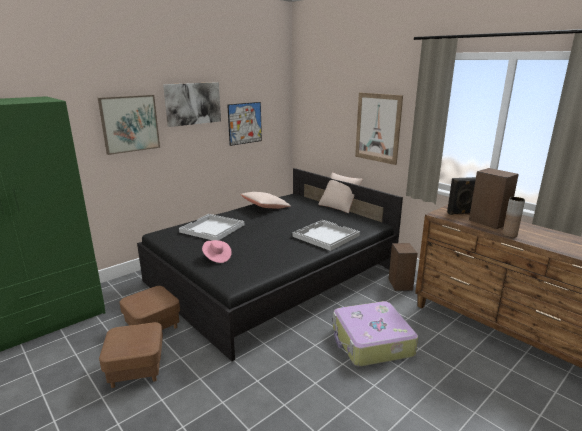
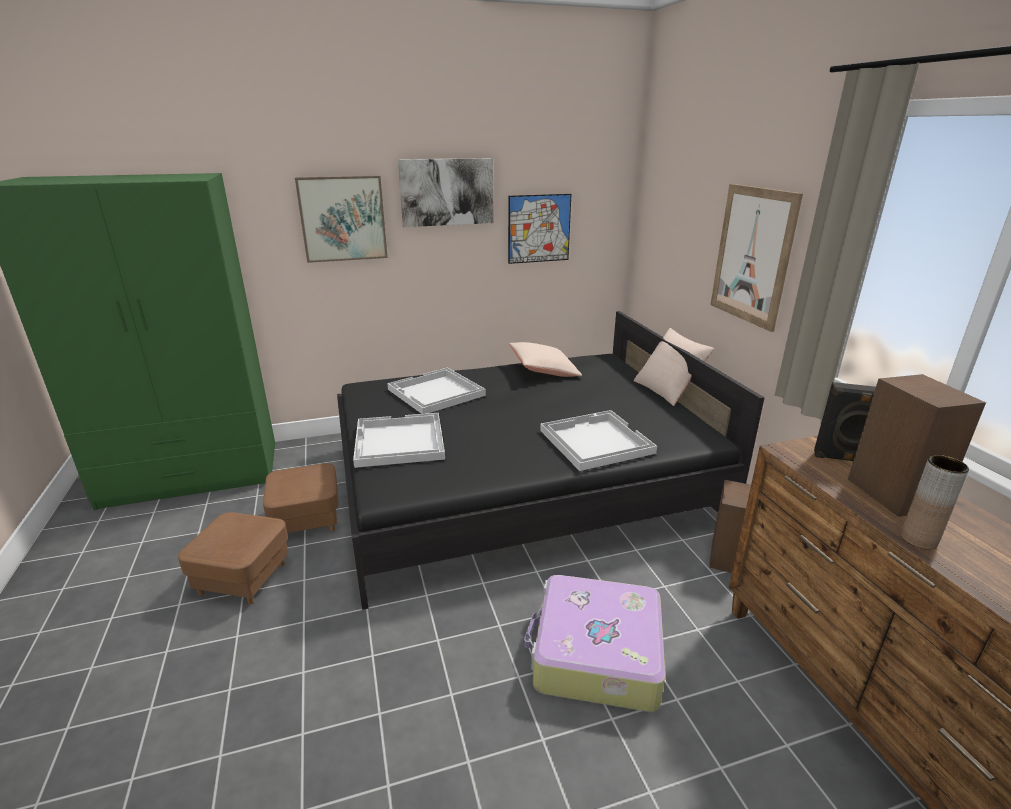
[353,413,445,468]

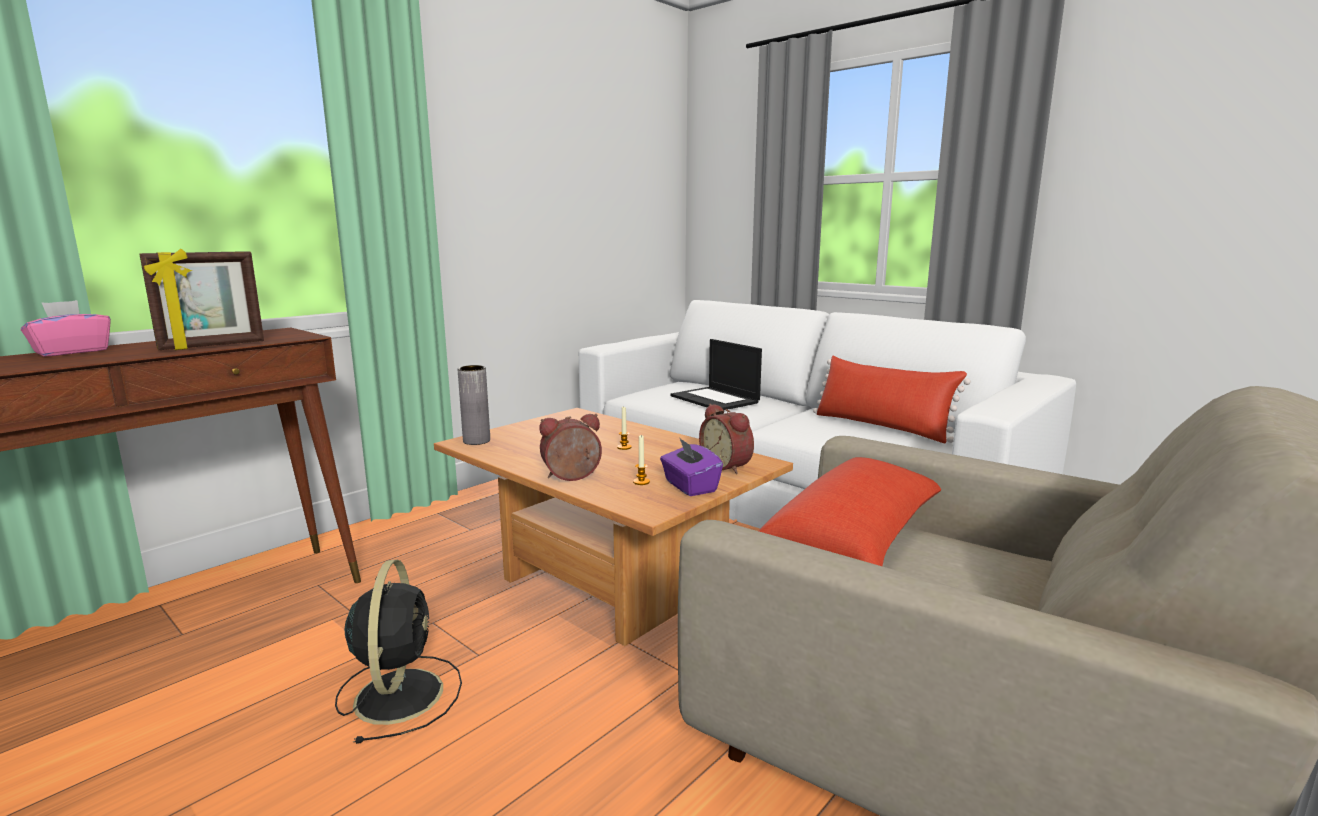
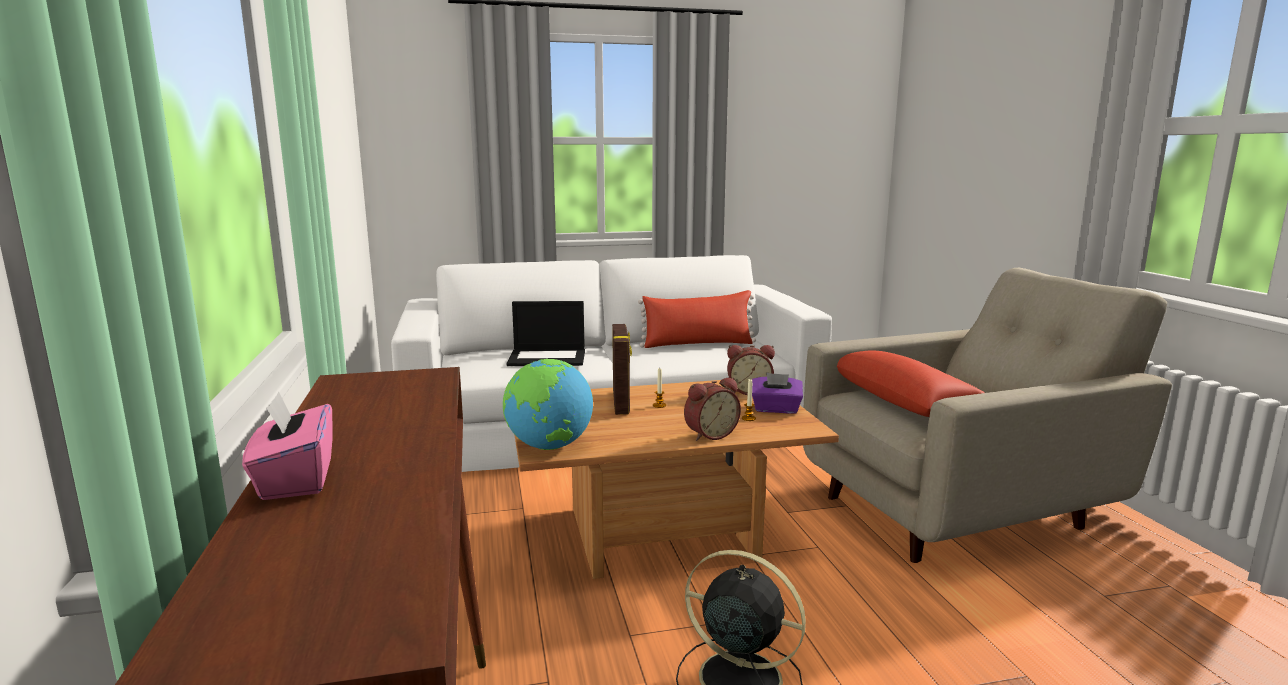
[612,324,632,415]
[503,359,593,450]
[684,377,741,441]

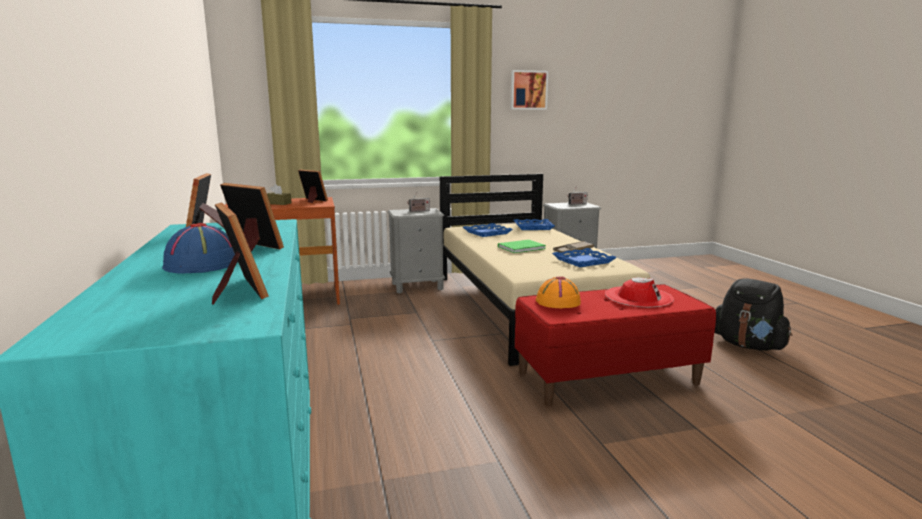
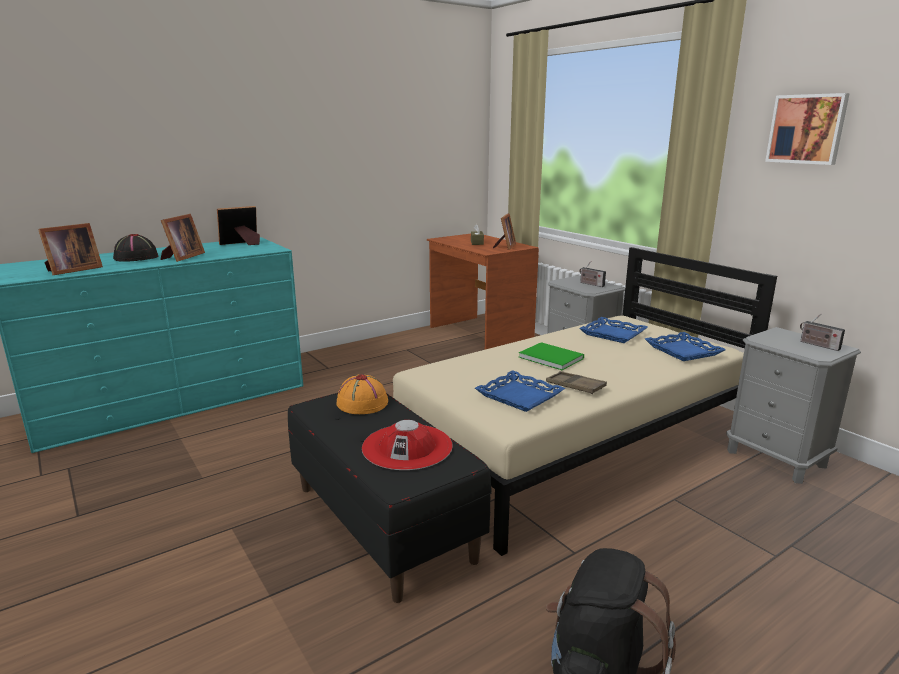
[113,234,158,262]
[288,393,492,603]

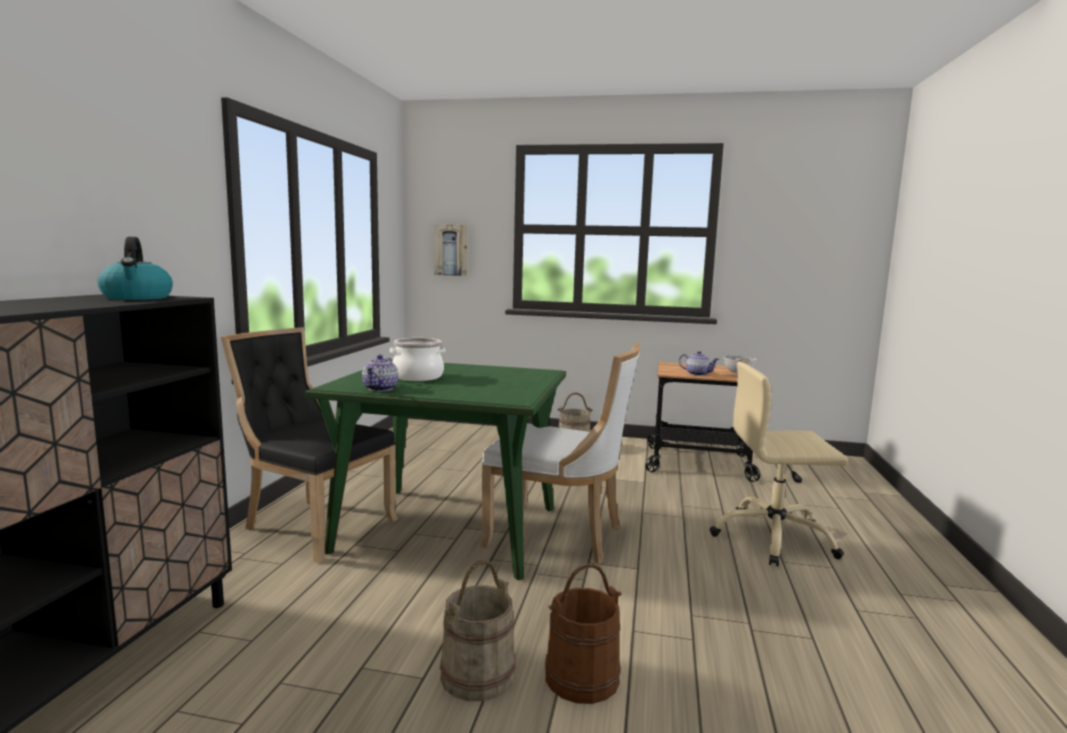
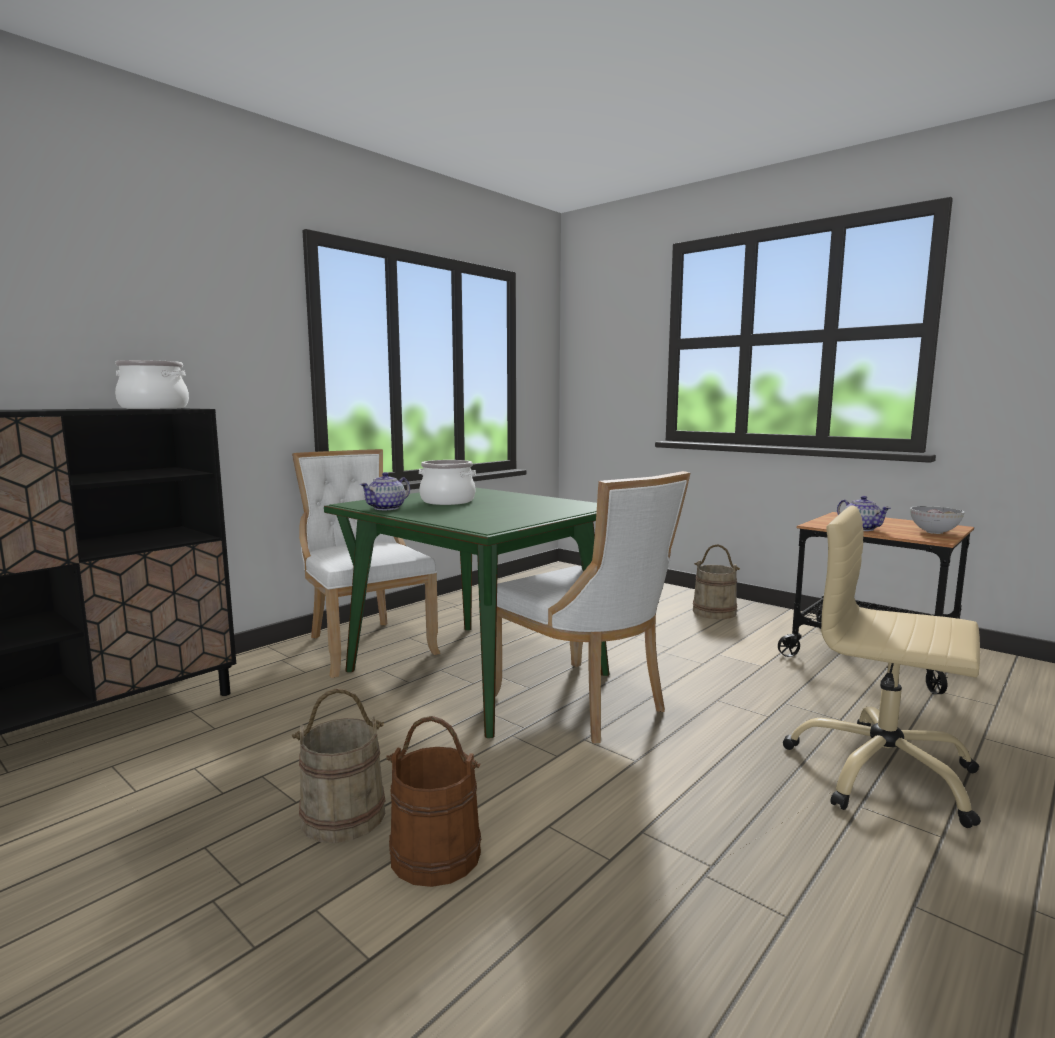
[115,360,189,409]
[292,449,440,678]
[434,224,467,276] (first image)

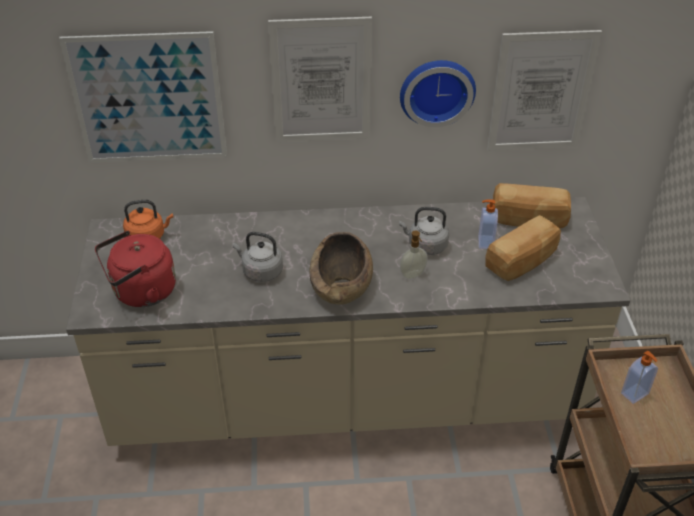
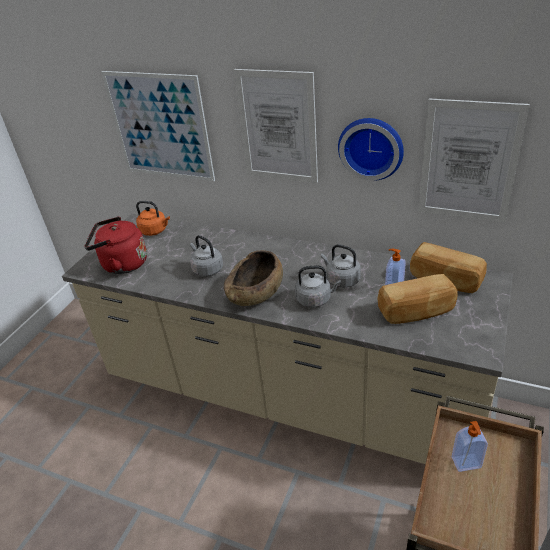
[295,266,341,307]

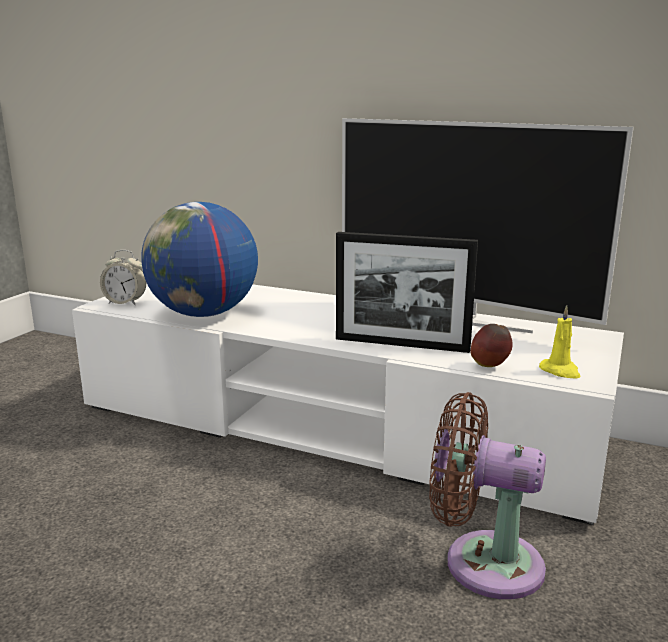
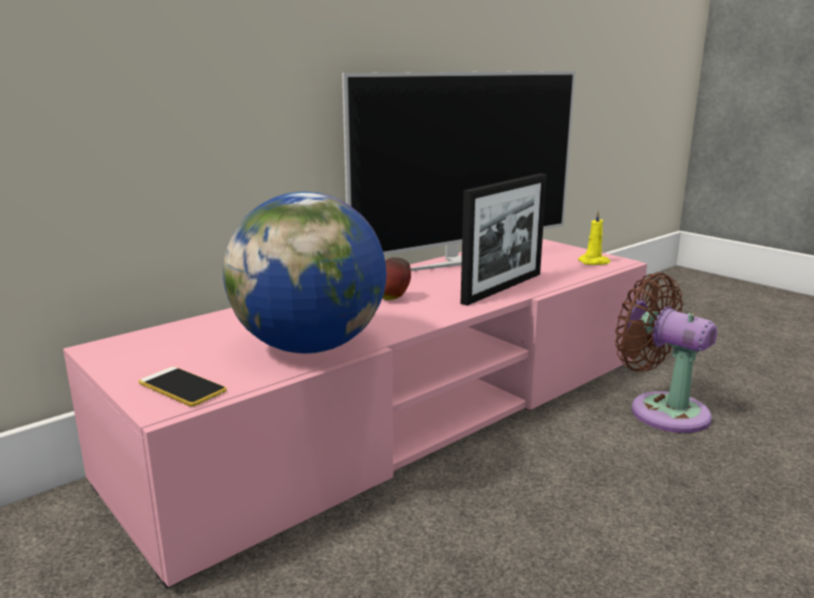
[63,239,647,589]
[139,367,226,407]
[615,273,717,433]
[382,257,411,300]

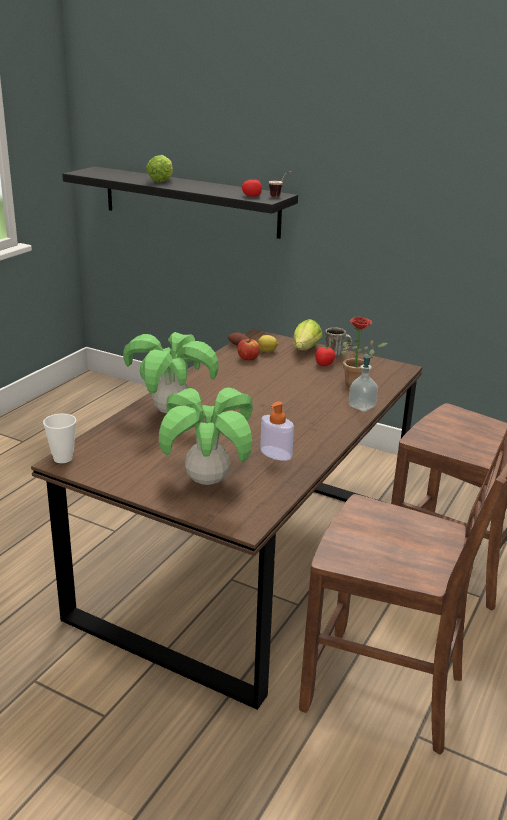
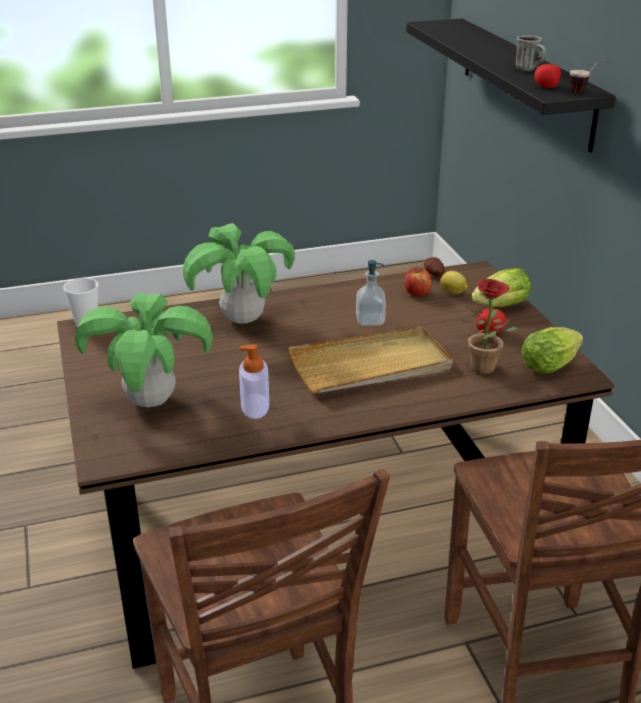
[521,327,583,374]
[515,35,546,71]
[356,260,386,326]
[289,326,453,394]

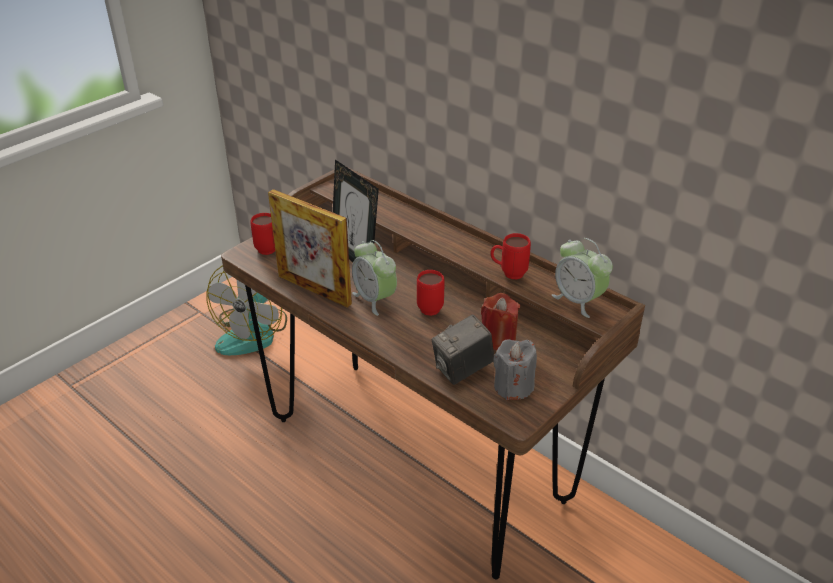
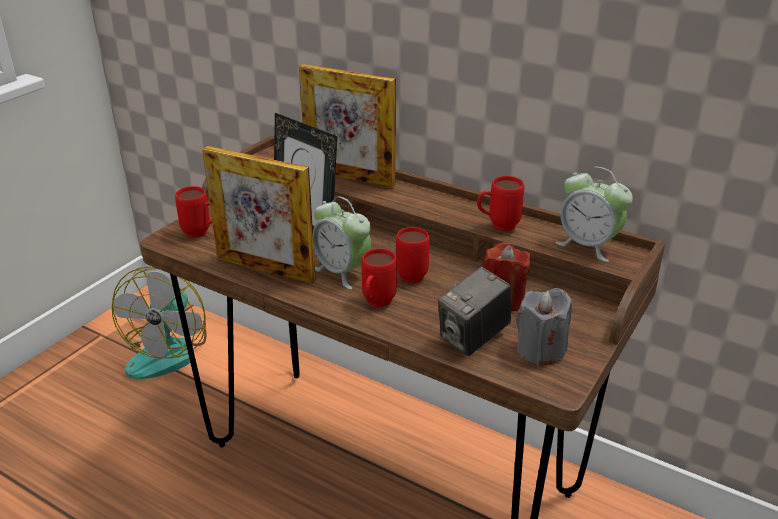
[299,64,396,188]
[362,249,397,307]

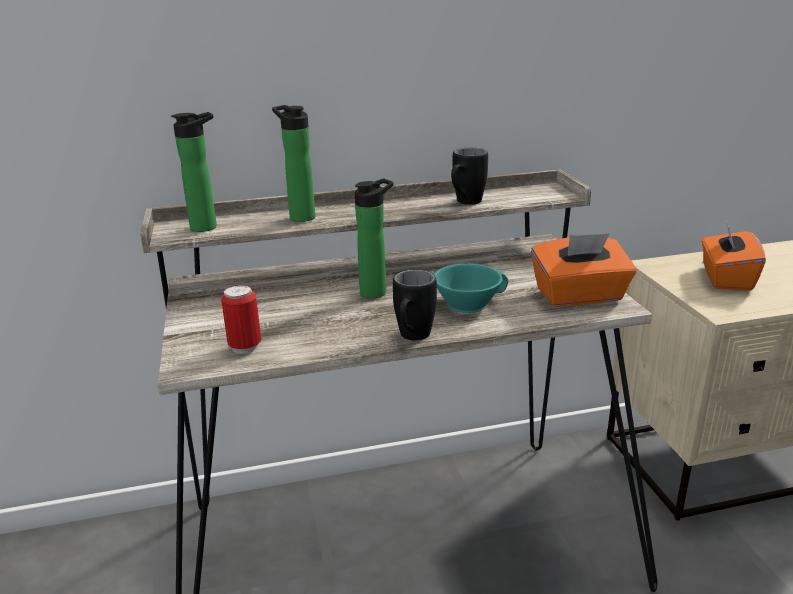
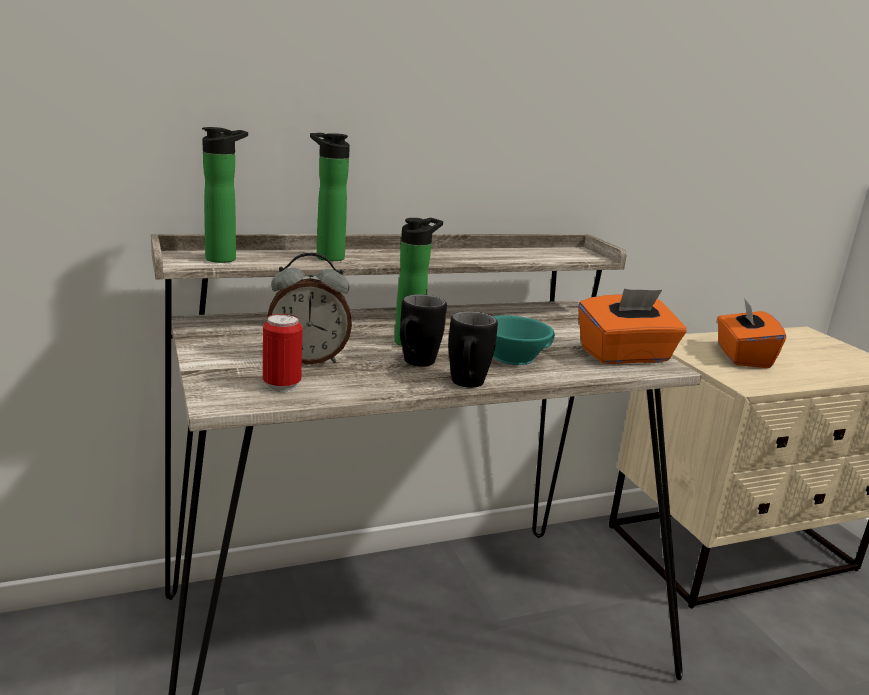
[400,294,447,367]
[267,253,352,365]

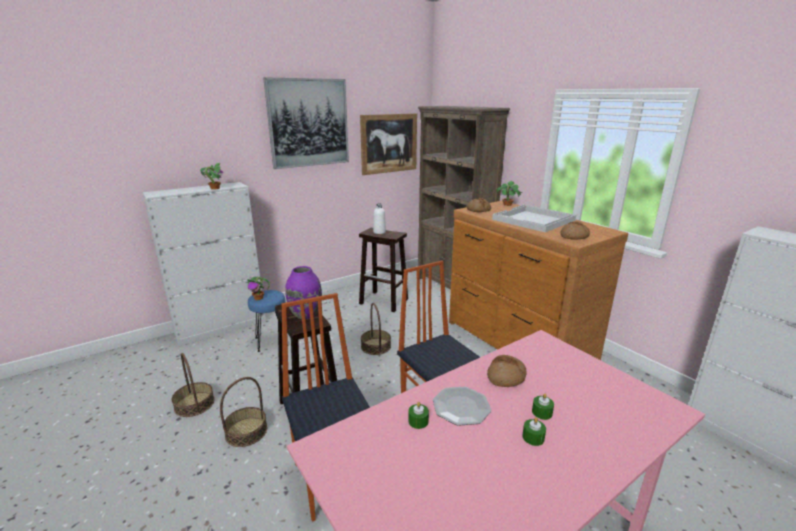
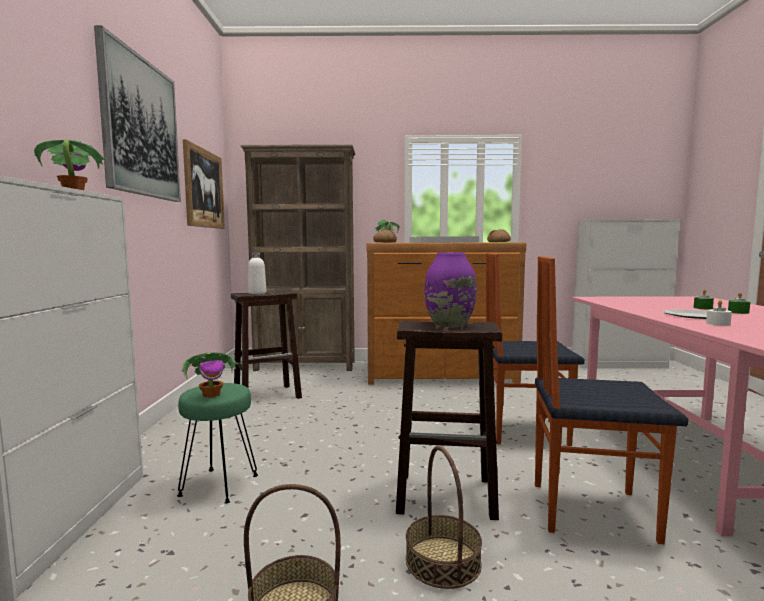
[177,383,258,504]
[361,303,391,355] (first image)
[706,300,732,326]
[487,355,527,387] (first image)

